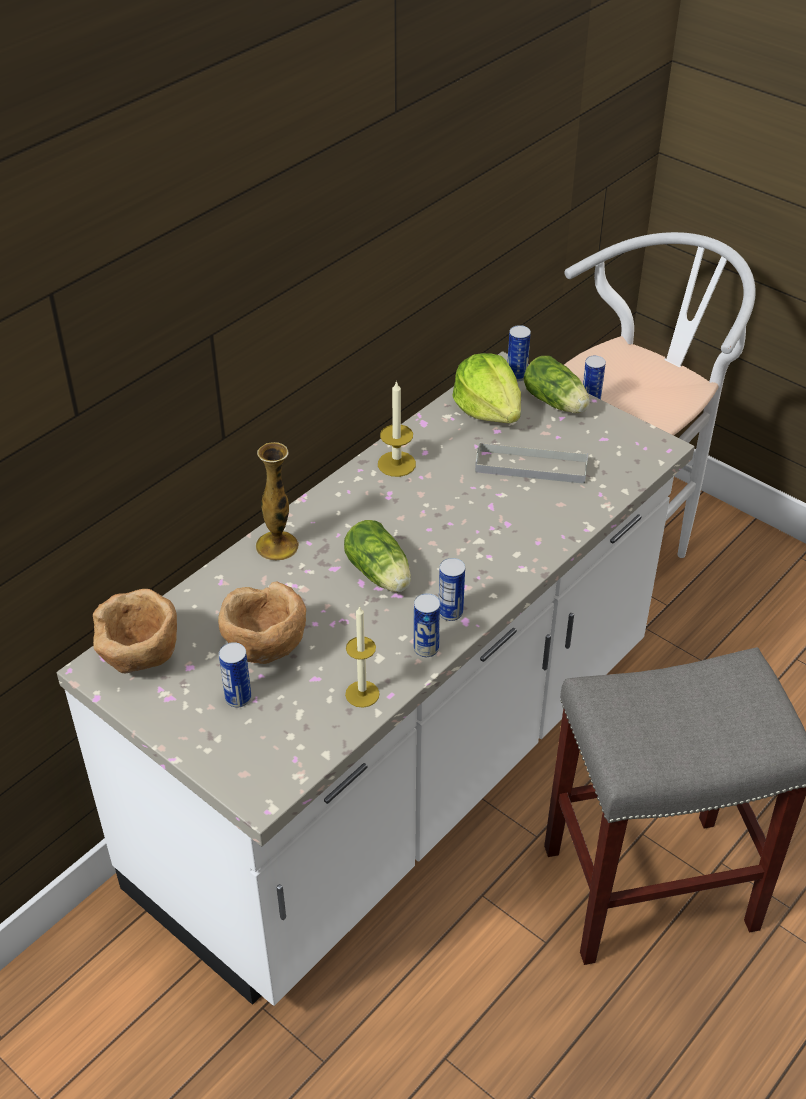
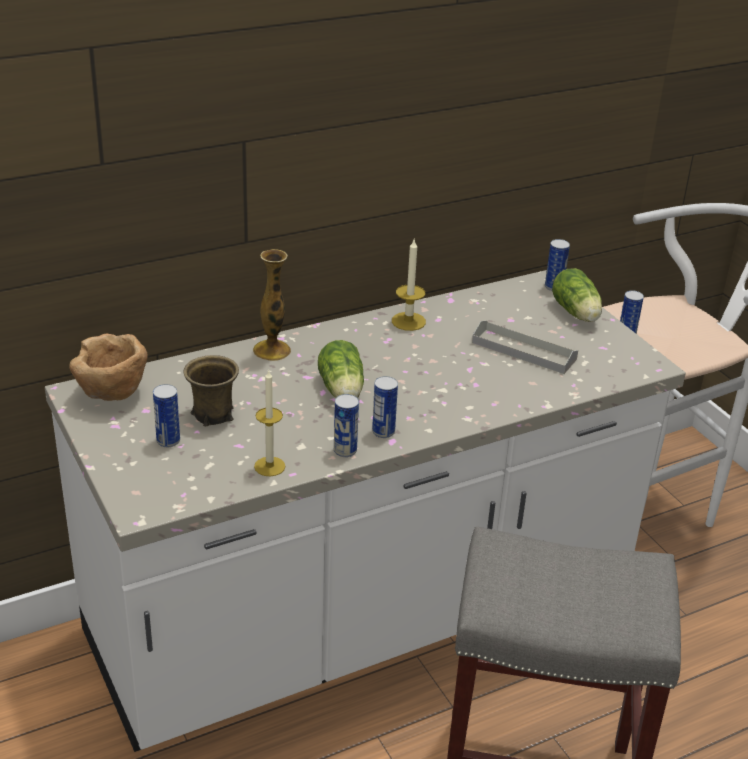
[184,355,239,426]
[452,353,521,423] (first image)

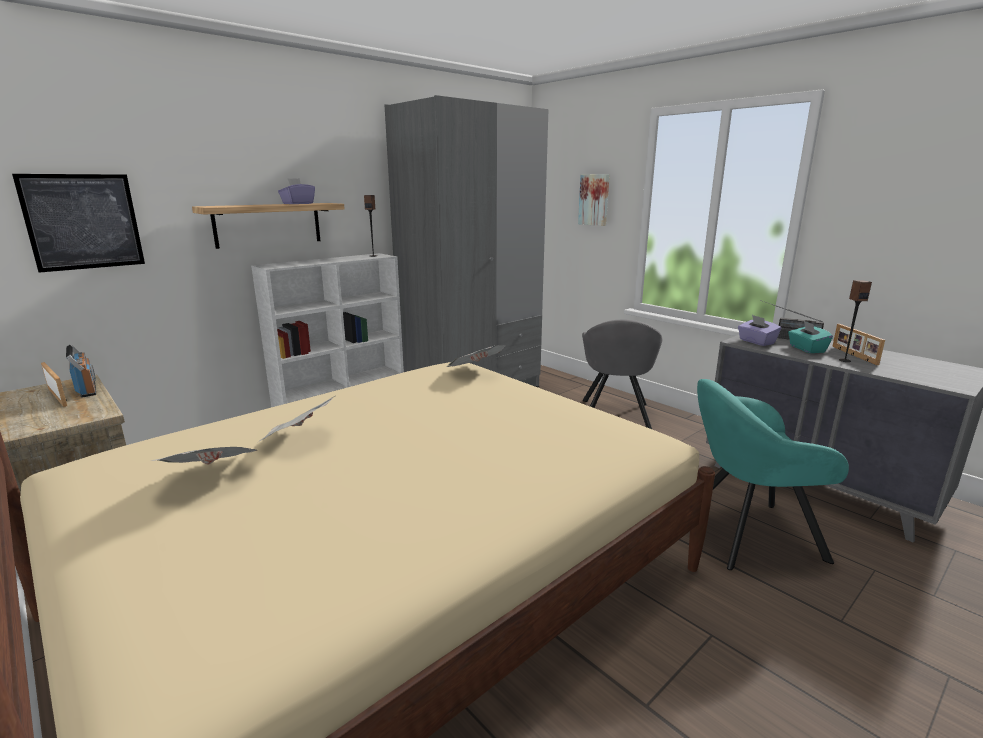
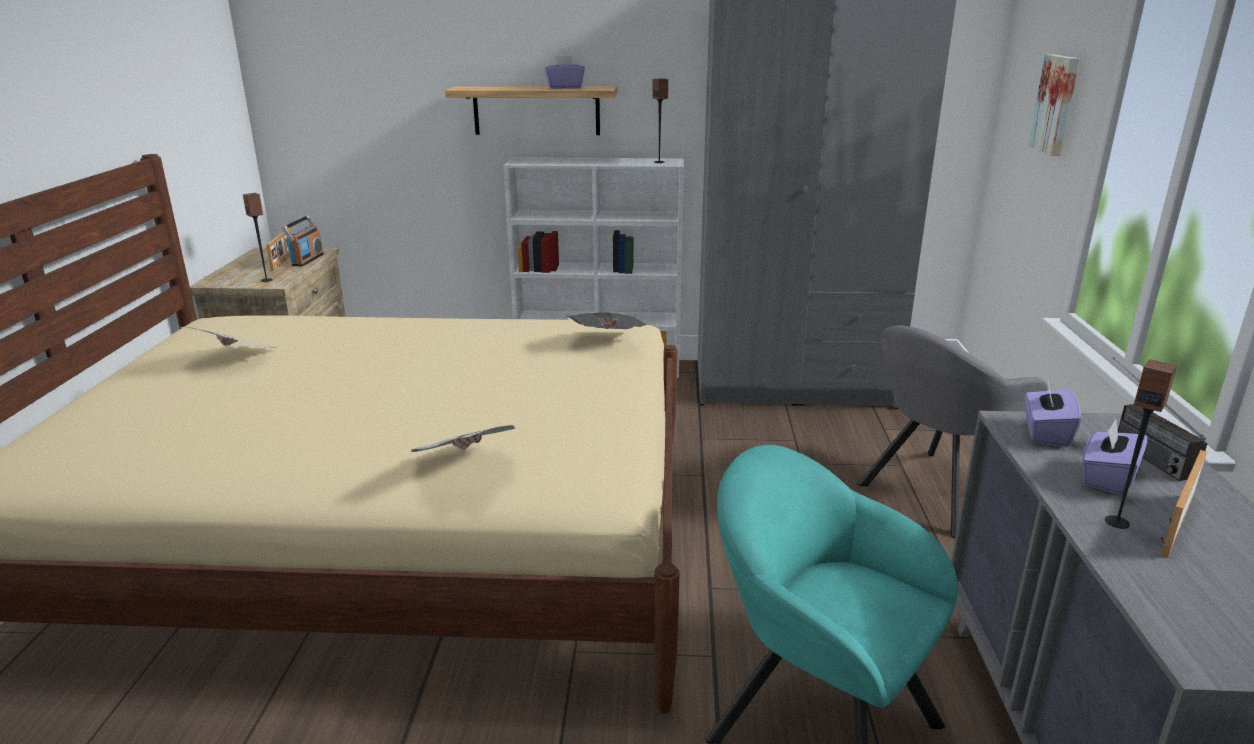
[12,174,145,273] (first image)
[411,425,515,452]
[1082,419,1147,495]
[243,193,273,282]

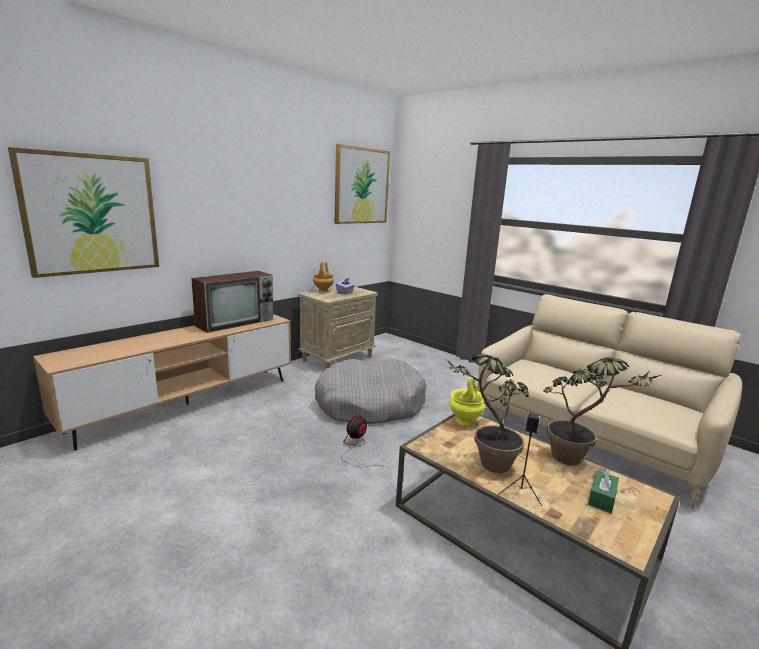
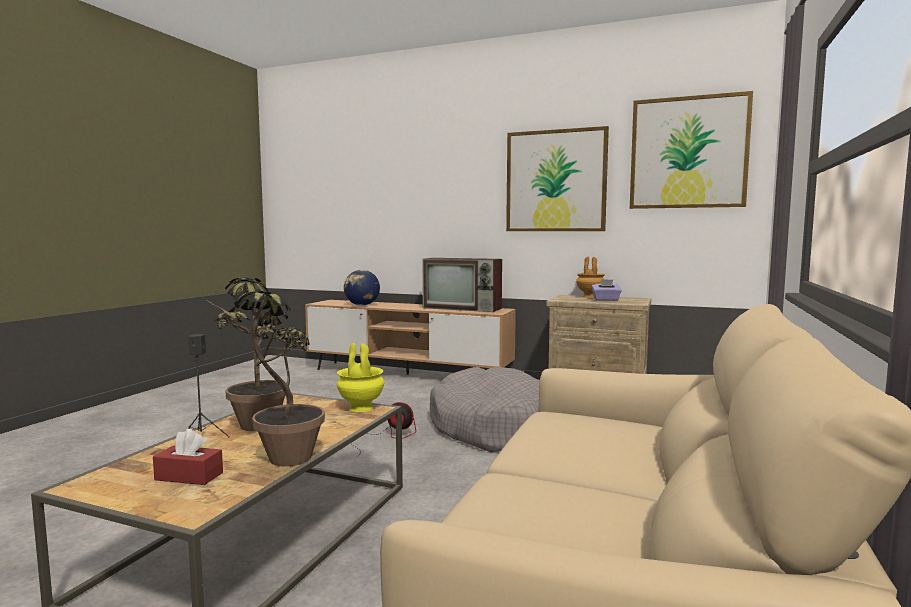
[506,126,609,231]
[153,429,223,485]
[344,270,380,306]

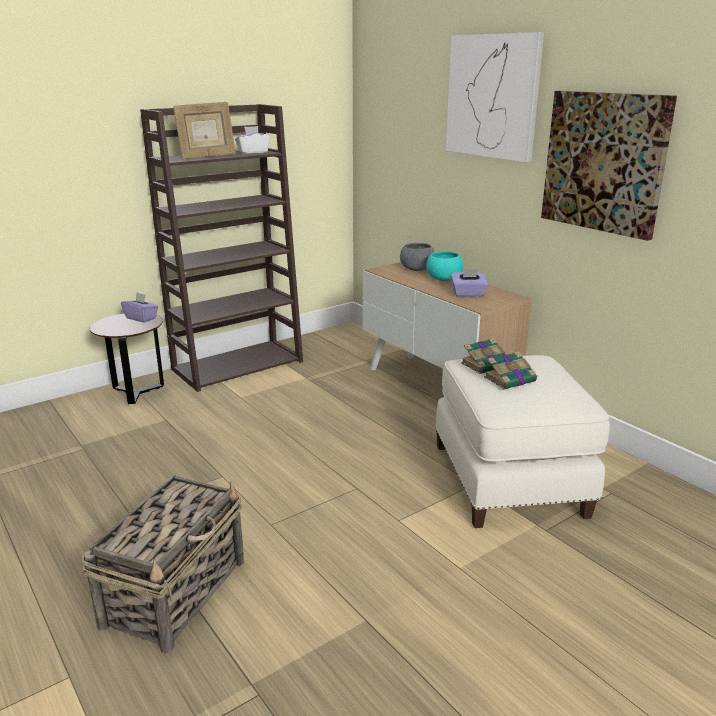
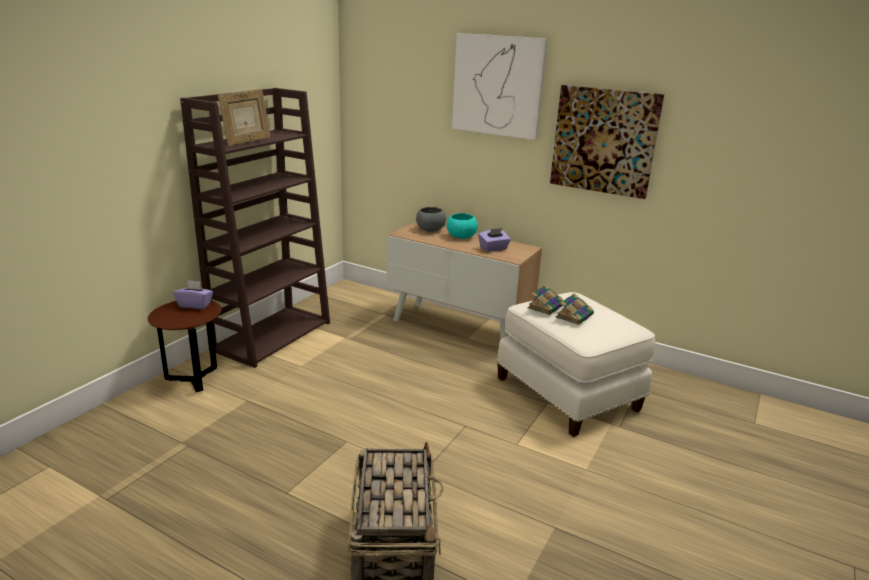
[235,126,270,154] (first image)

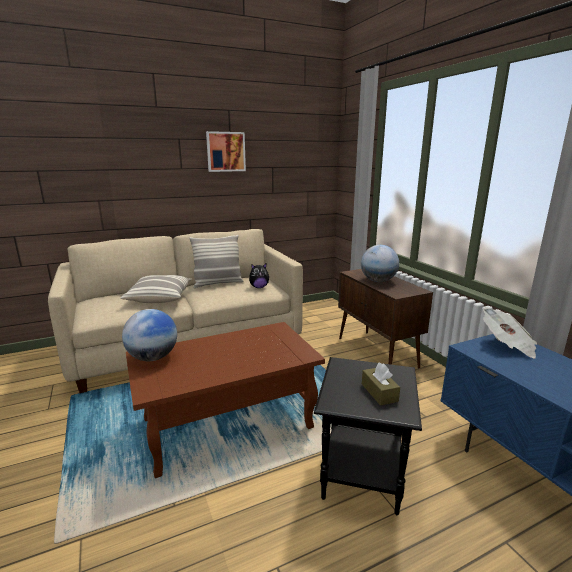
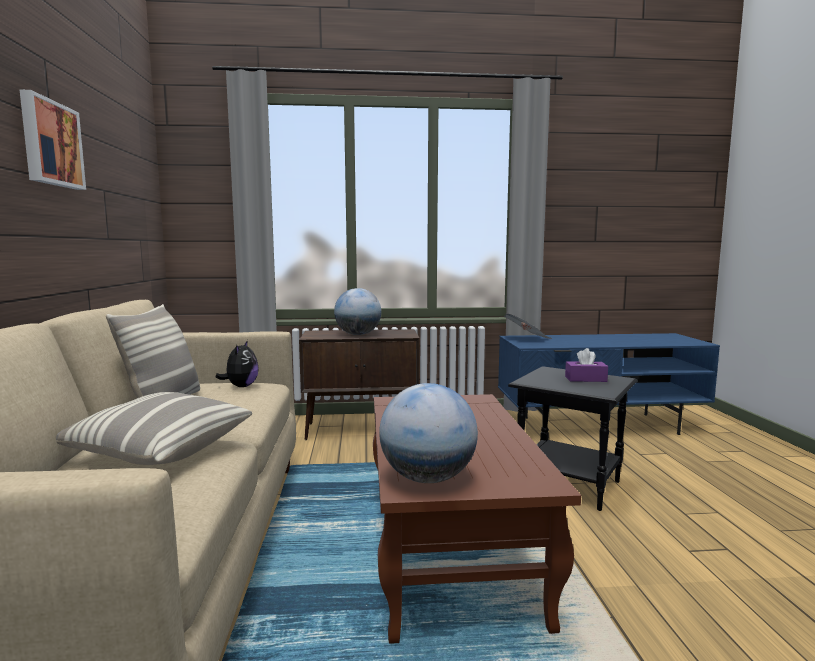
[565,348,608,382]

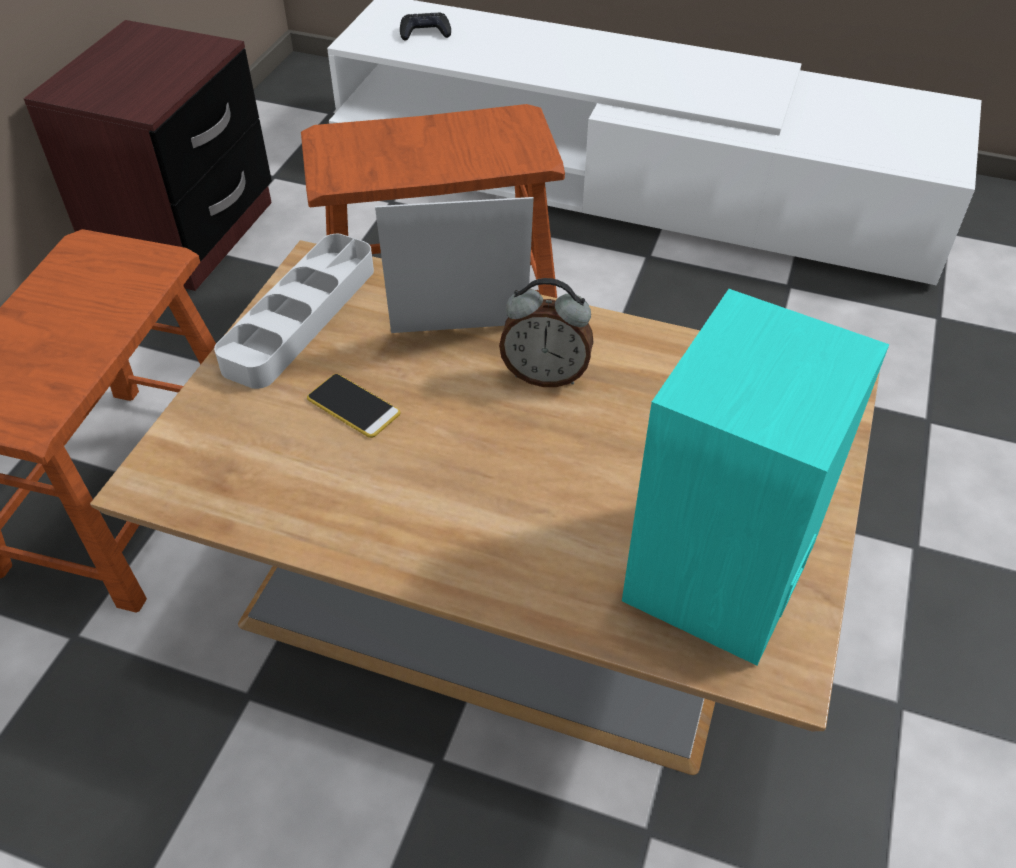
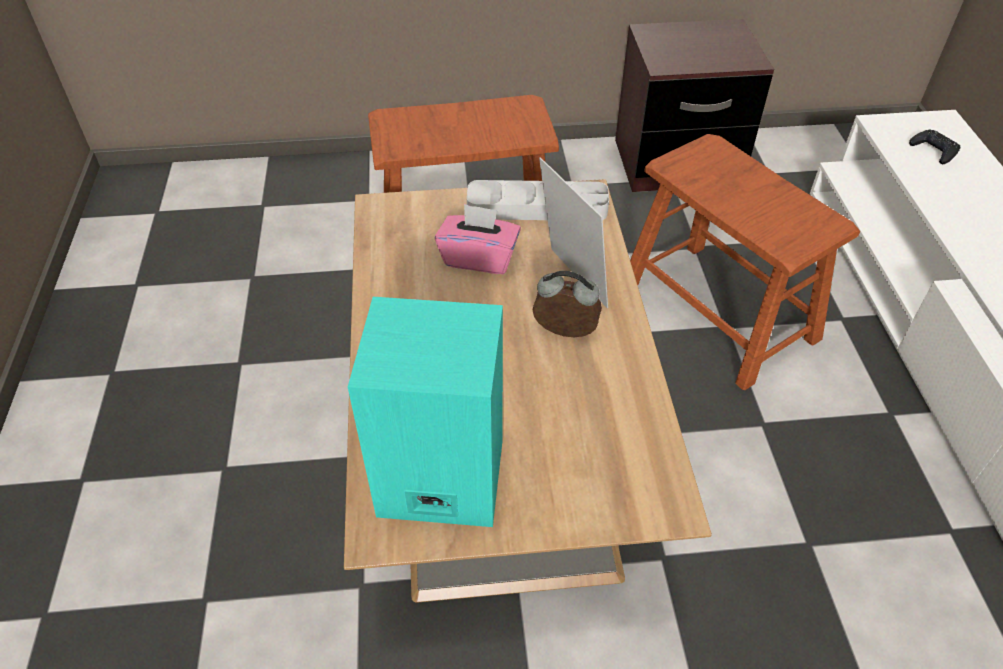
[435,204,521,274]
[533,271,602,337]

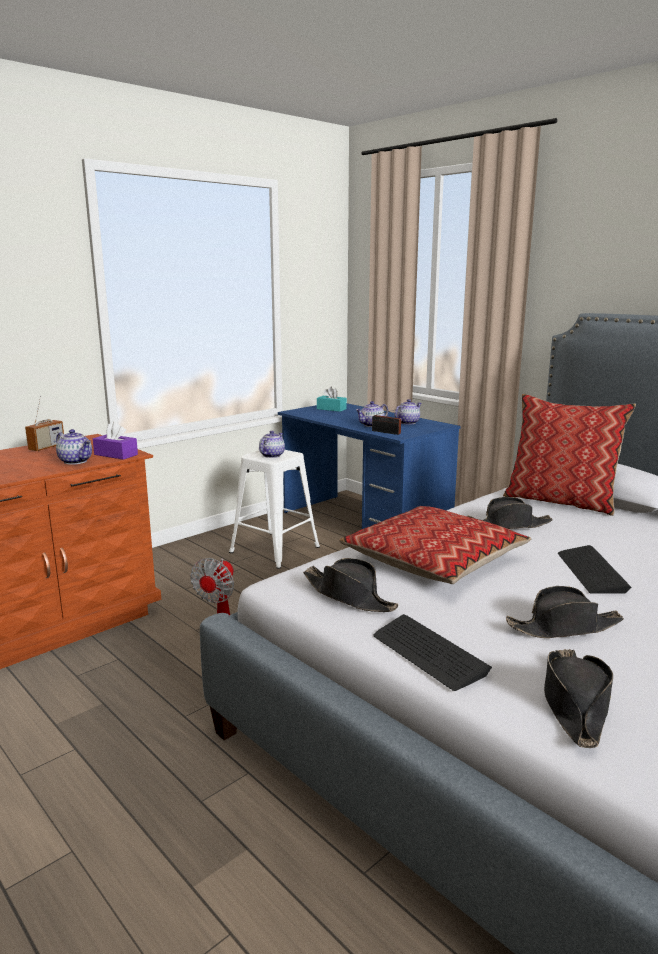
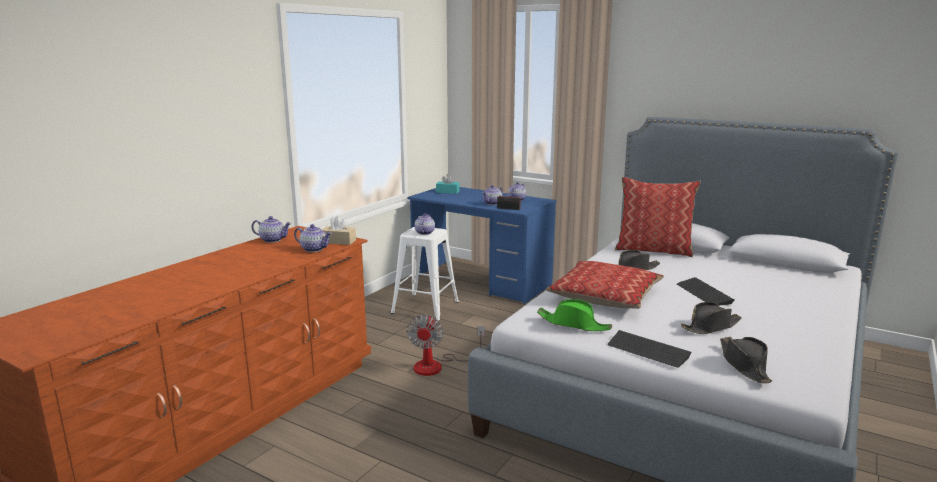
[252,216,291,243]
[322,216,356,245]
[537,299,612,331]

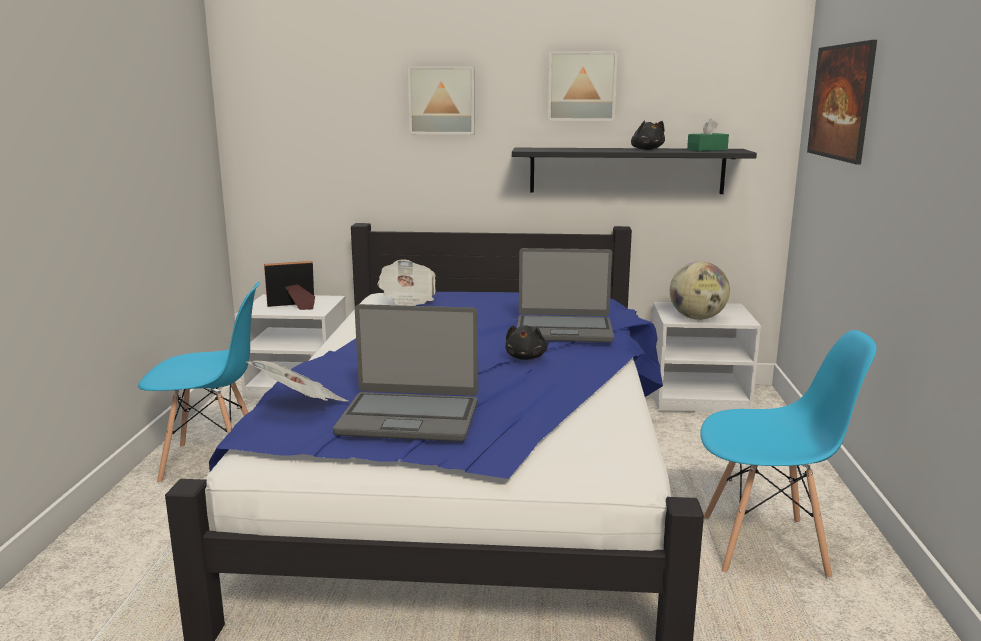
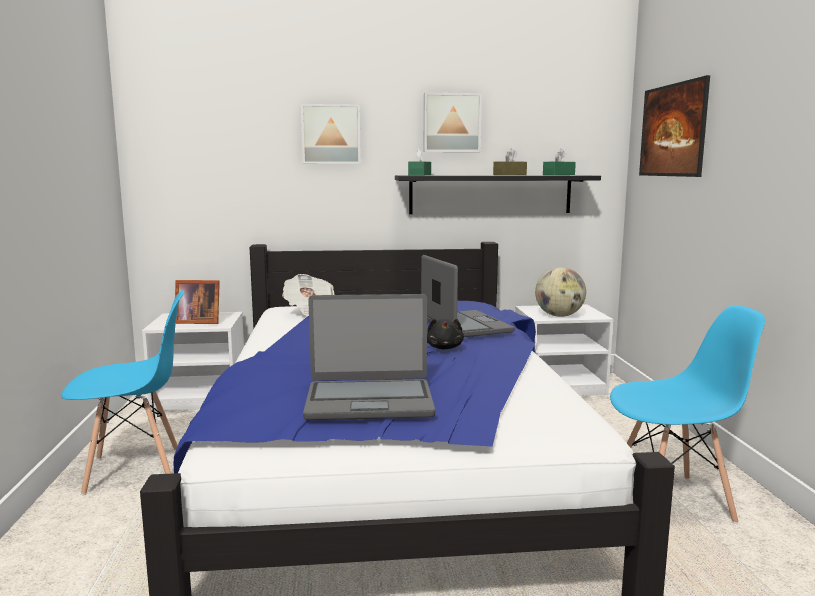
[247,361,349,401] (first image)
[175,280,220,324]
[421,255,515,337]
[493,149,527,175]
[408,149,431,175]

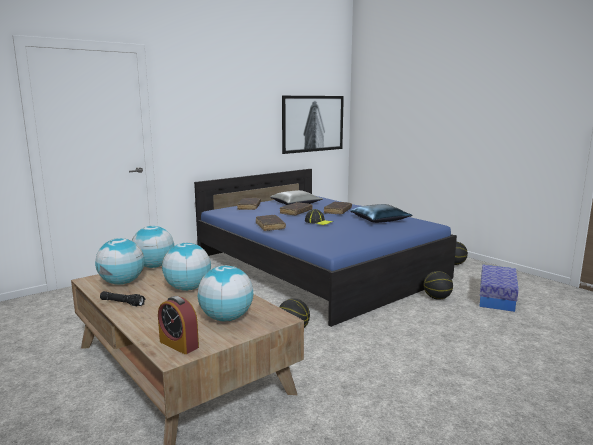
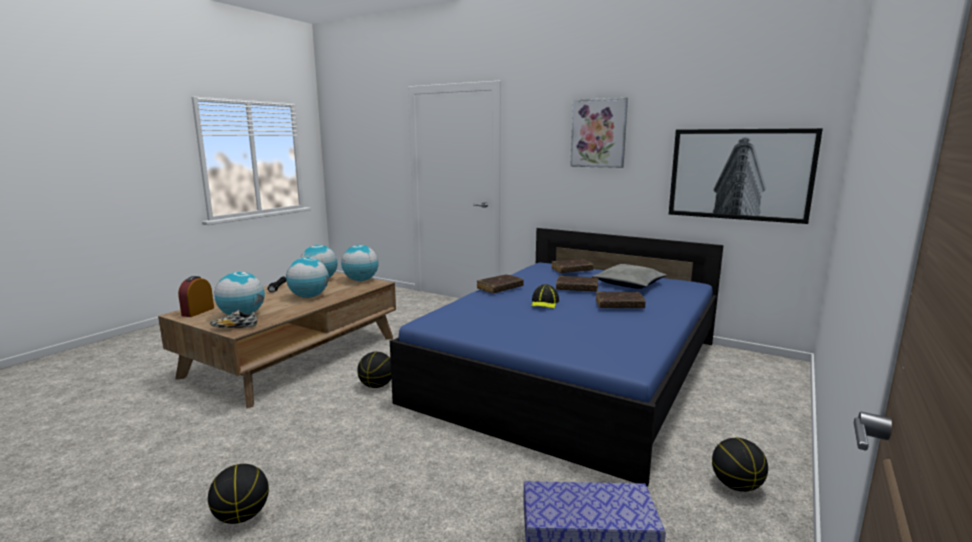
[350,204,413,223] (first image)
[208,464,269,524]
[210,310,257,328]
[570,98,628,168]

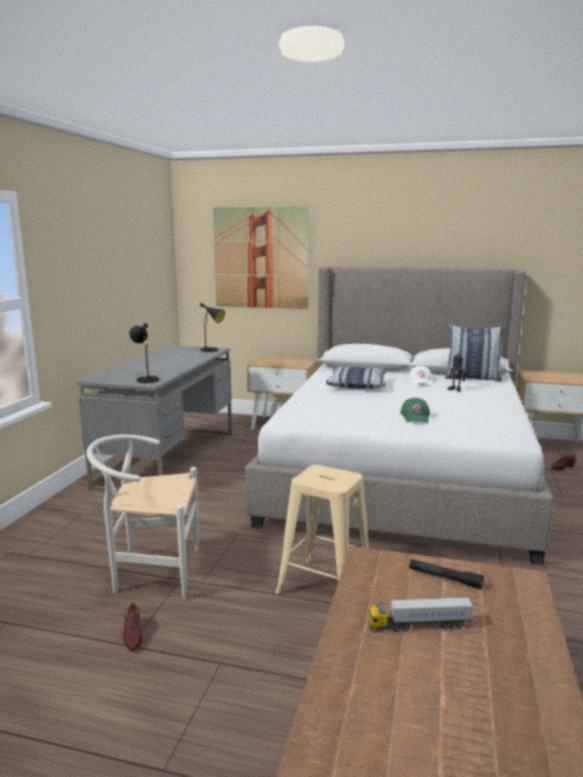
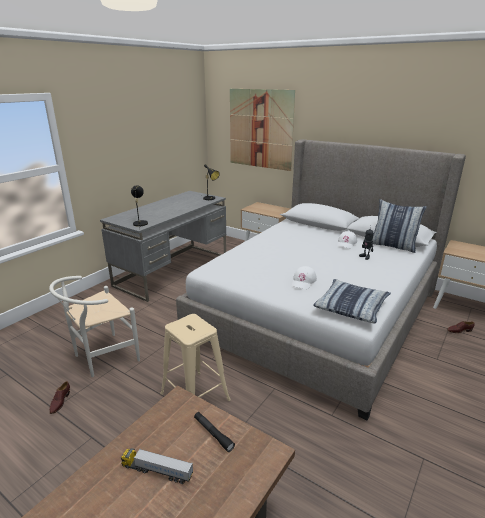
[49,276,140,377]
[313,279,391,323]
[292,266,317,290]

